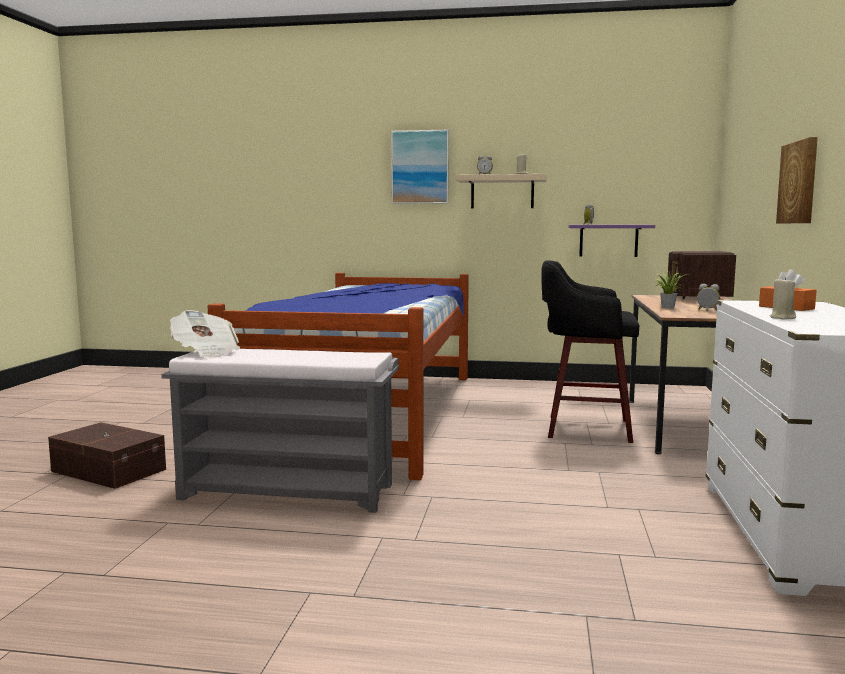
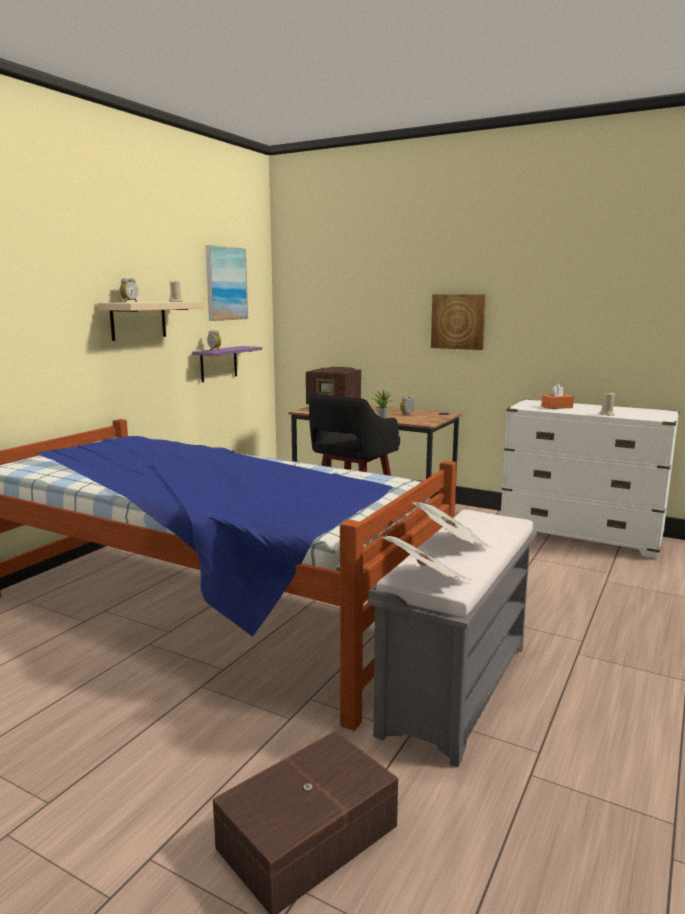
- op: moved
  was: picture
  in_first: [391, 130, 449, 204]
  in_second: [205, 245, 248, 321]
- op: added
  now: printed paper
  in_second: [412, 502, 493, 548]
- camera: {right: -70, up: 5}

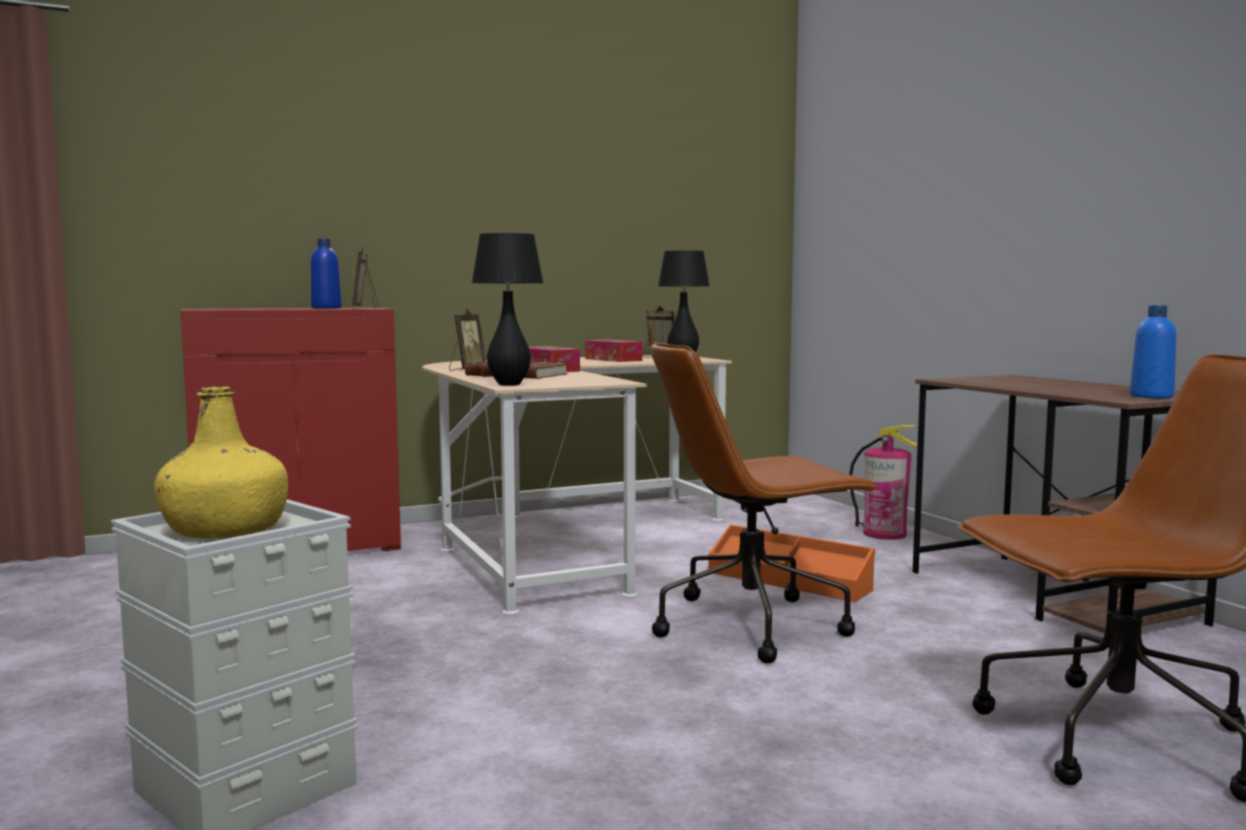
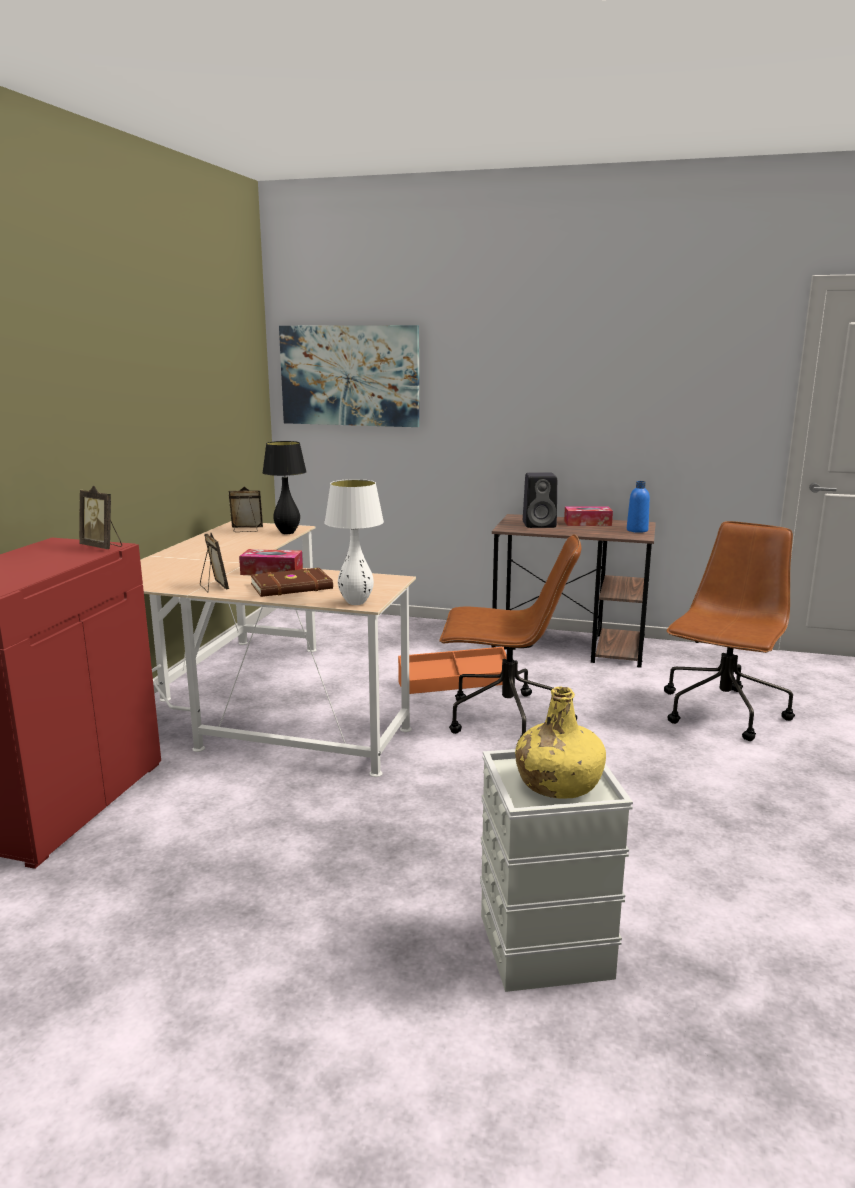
- op: removed
  was: bluish bottle
  in_first: [311, 239, 342, 308]
- op: recoloured
  was: black-coloured tabletop lamp
  now: white tabletop lamp
  in_first: [472, 233, 544, 386]
  in_second: [324, 479, 384, 605]
- op: moved
  was: tissue box
  in_first: [585, 339, 643, 362]
  in_second: [564, 506, 613, 526]
- op: turned
  was: brown-coloured desk chair
  in_first: [650, 342, 878, 664]
  in_second: [439, 534, 581, 741]
  clockwise: -105
- op: removed
  was: extinguisher
  in_first: [849, 425, 918, 540]
- op: added
  now: picture
  in_second: [279, 325, 419, 427]
- op: added
  now: black-coloured audio speaker
  in_second: [523, 473, 557, 528]
- camera: {right: -50, up: 10}

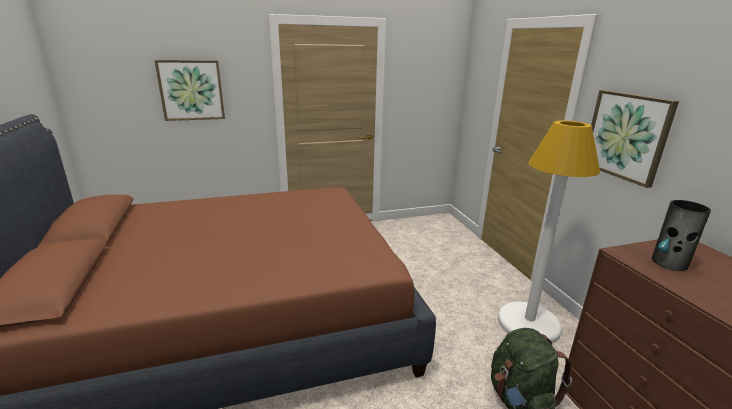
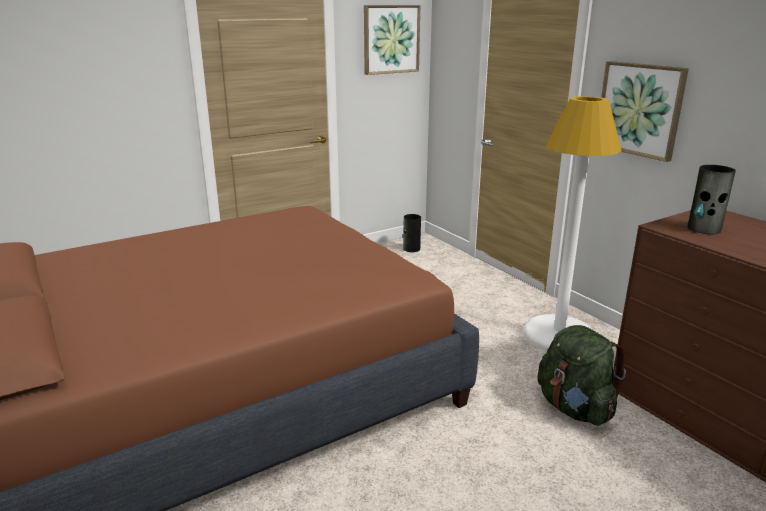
- op: moved
  was: picture
  in_first: [154, 60, 225, 121]
  in_second: [364, 5, 420, 75]
- op: added
  now: decorative vase
  in_second: [402, 214, 421, 252]
- camera: {right: -15, up: 0}

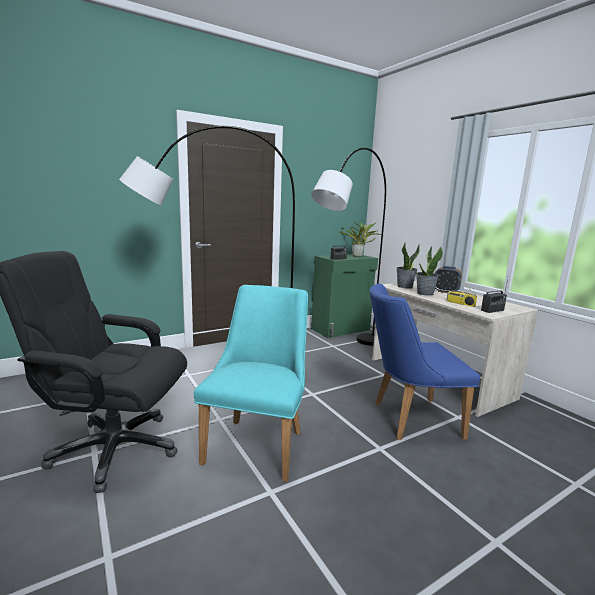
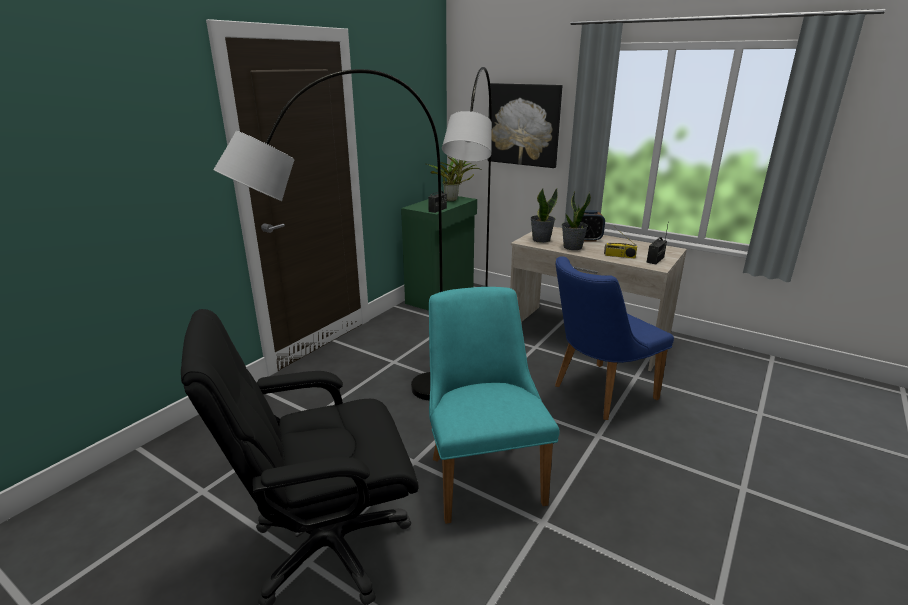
- op: added
  now: picture
  in_second: [488, 83, 562, 168]
- camera: {right: -25, up: 10}

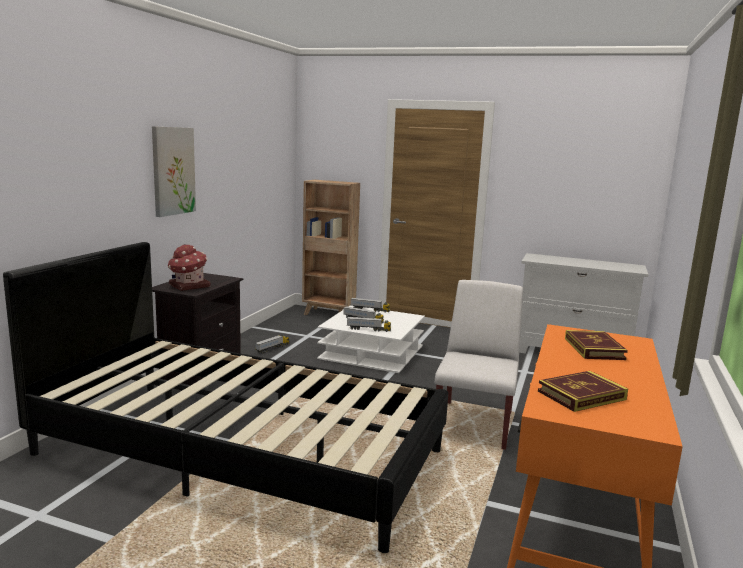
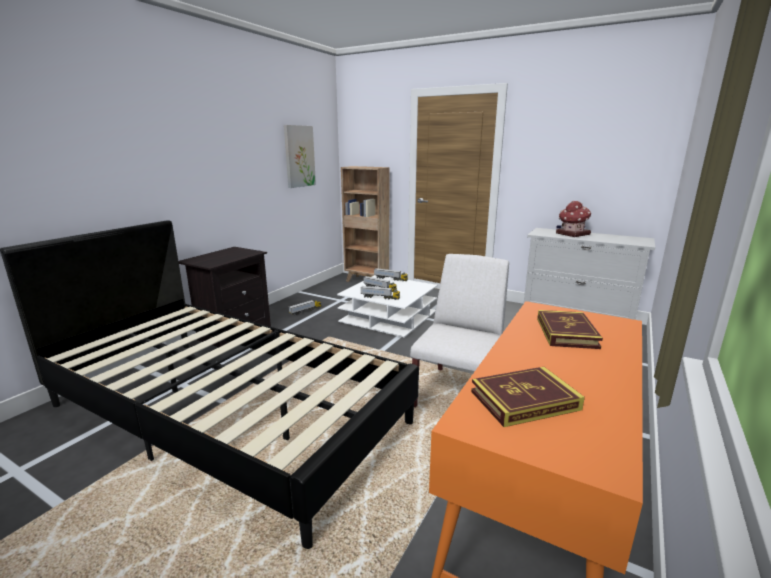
- op: moved
  was: picture
  in_first: [152, 126, 196, 217]
  in_second: [284, 125, 316, 188]
- op: moved
  was: toy house
  in_first: [168, 244, 211, 291]
  in_second: [556, 201, 591, 237]
- camera: {right: 10, up: 5}

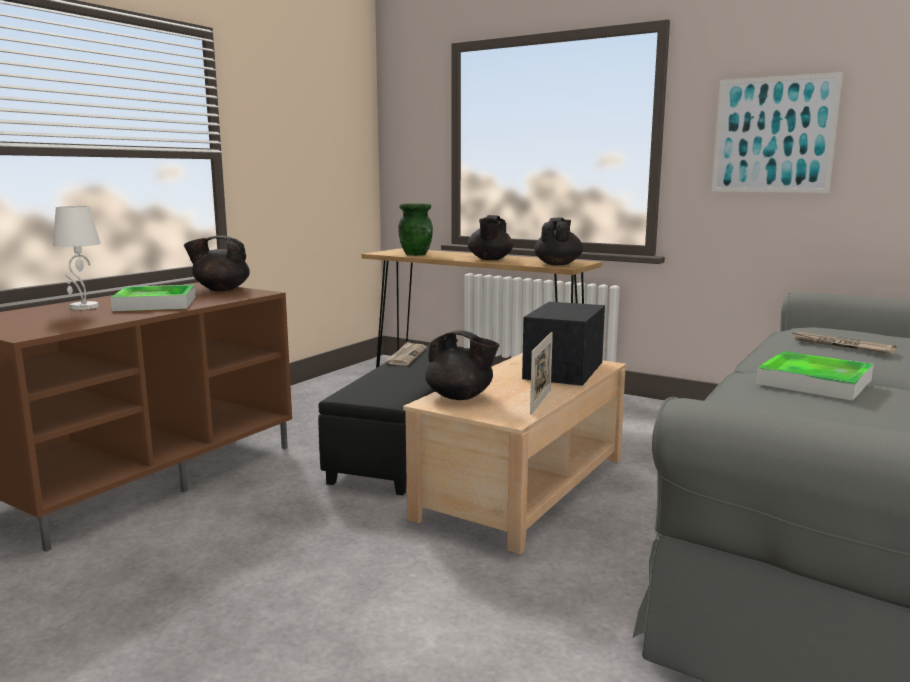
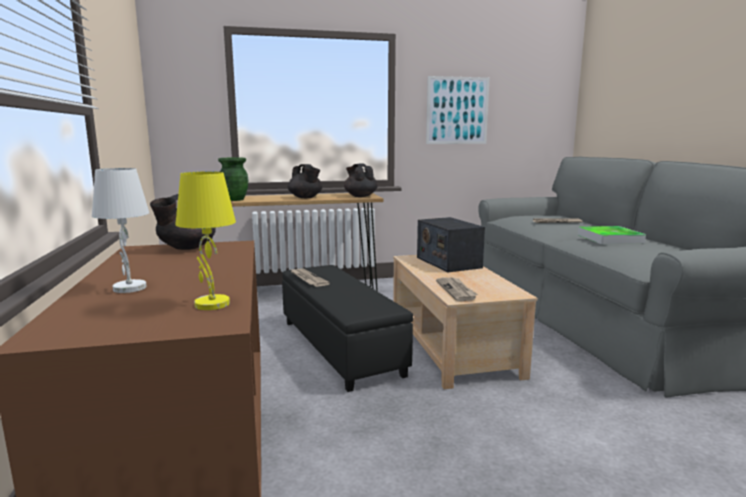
- op: removed
  was: carrying tray
  in_first: [110, 285, 195, 311]
- op: replaced
  was: black-coloured teapot
  now: printed paper
  in_first: [425, 330, 499, 400]
  in_second: [436, 277, 478, 301]
- op: removed
  was: picture frame
  in_first: [530, 332, 553, 415]
- op: added
  now: yellowish tabletop lamp
  in_second: [175, 171, 236, 310]
- camera: {right: -45, up: 0}

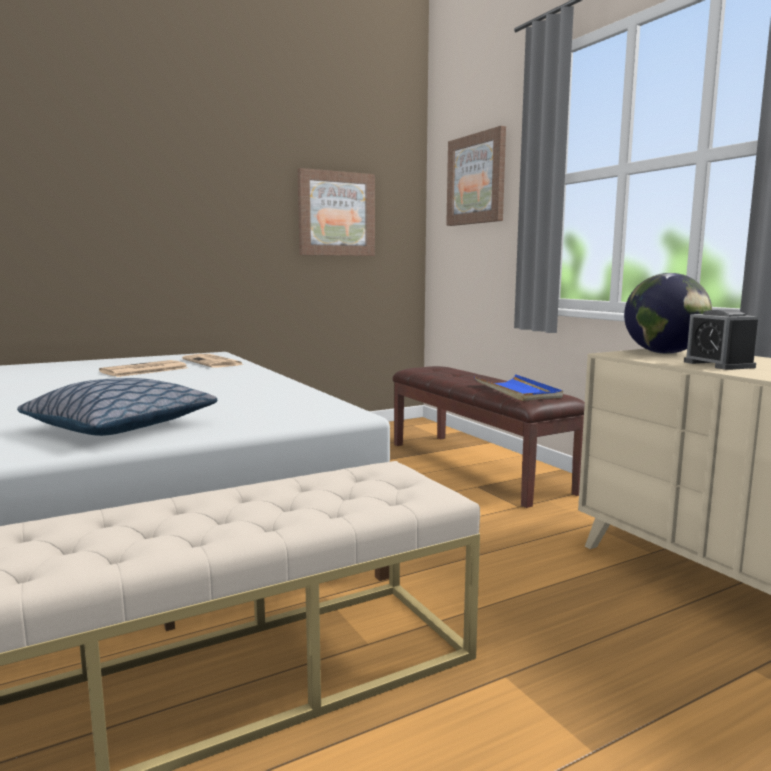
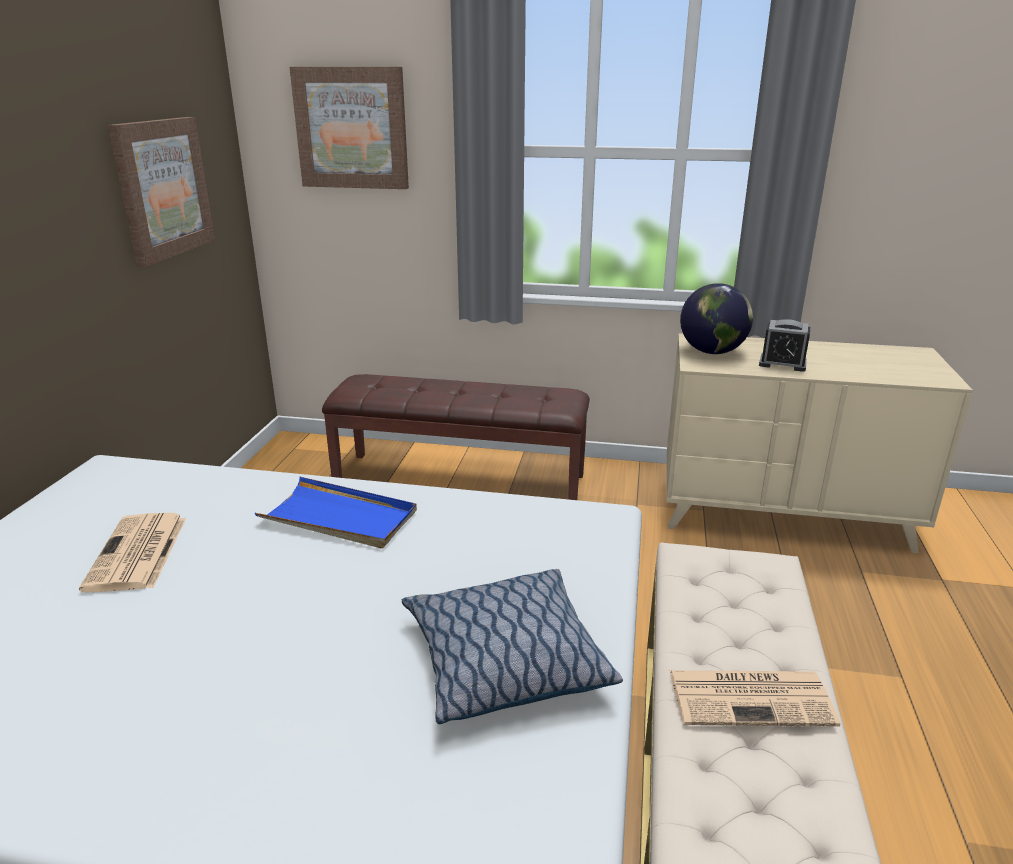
- op: moved
  was: printed paper
  in_first: [182, 354, 244, 368]
  in_second: [669, 670, 840, 726]
- op: moved
  was: bluish carrying tray
  in_first: [474, 374, 563, 401]
  in_second: [255, 477, 417, 548]
- camera: {right: -50, up: 15}

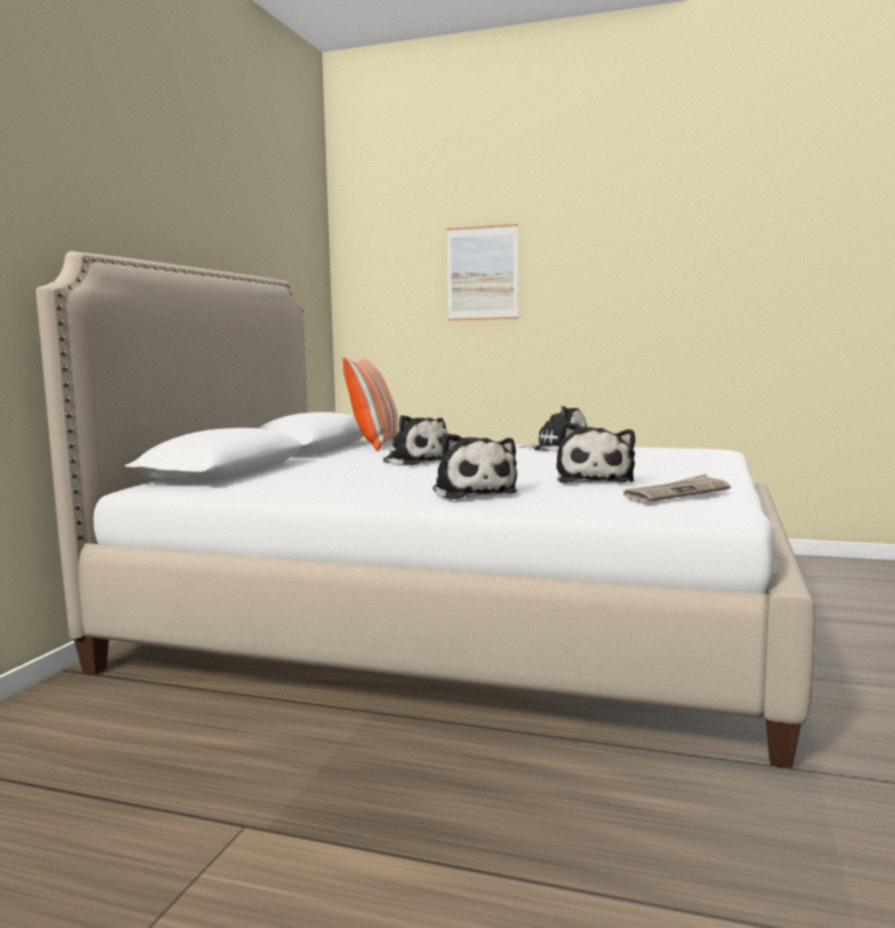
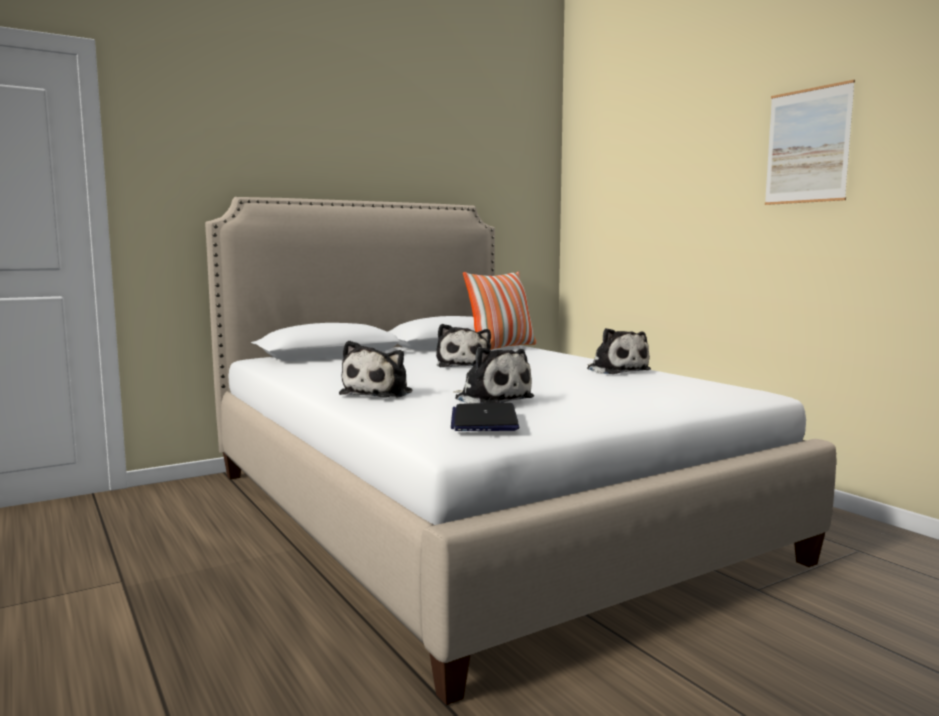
- op: moved
  was: picture
  in_first: [447, 224, 518, 321]
  in_second: [765, 80, 855, 205]
- op: turned
  was: plush toy
  in_first: [556, 422, 635, 483]
  in_second: [453, 347, 534, 404]
  clockwise: -90
- op: replaced
  was: printed paper
  now: notebook computer
  in_first: [623, 474, 731, 502]
  in_second: [451, 403, 519, 431]
- camera: {right: 40, up: 0}

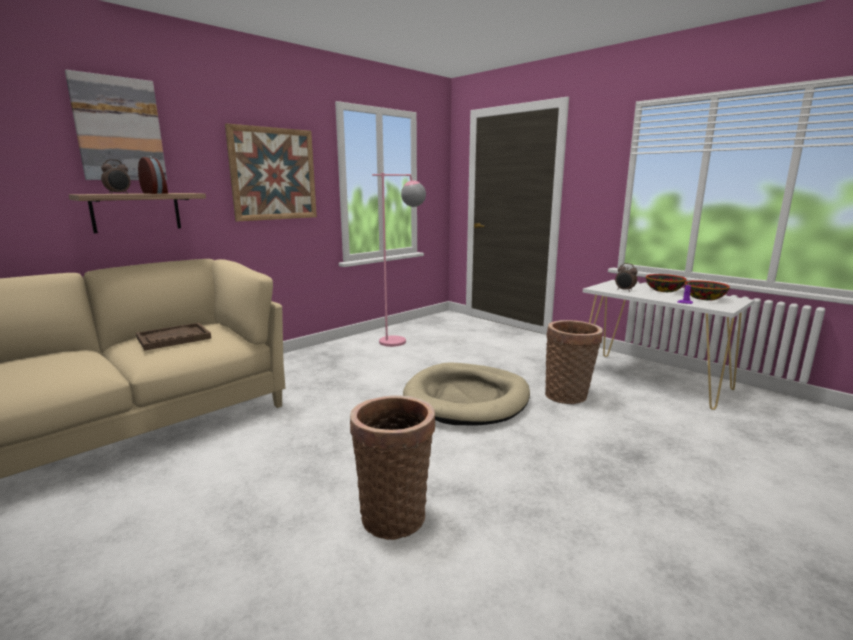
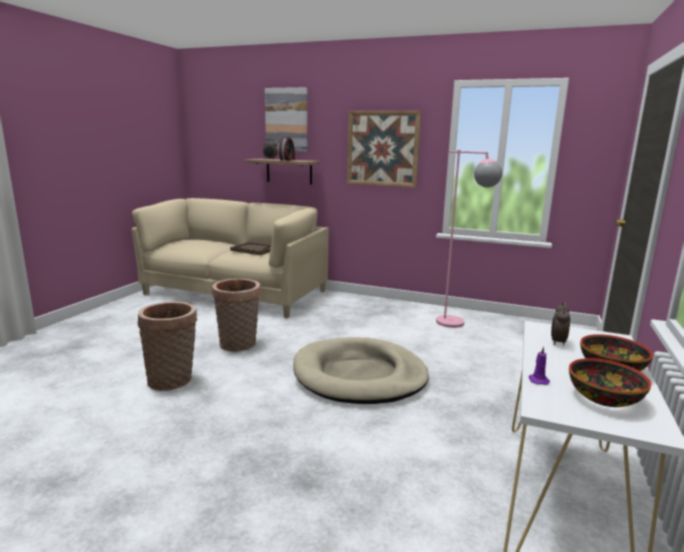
- op: moved
  was: basket
  in_first: [545, 320, 603, 404]
  in_second: [212, 279, 260, 352]
- camera: {right: 65, up: 0}

